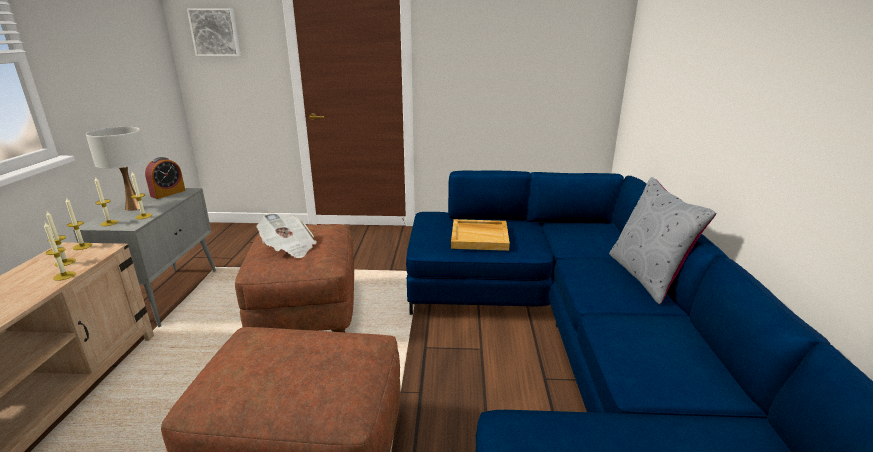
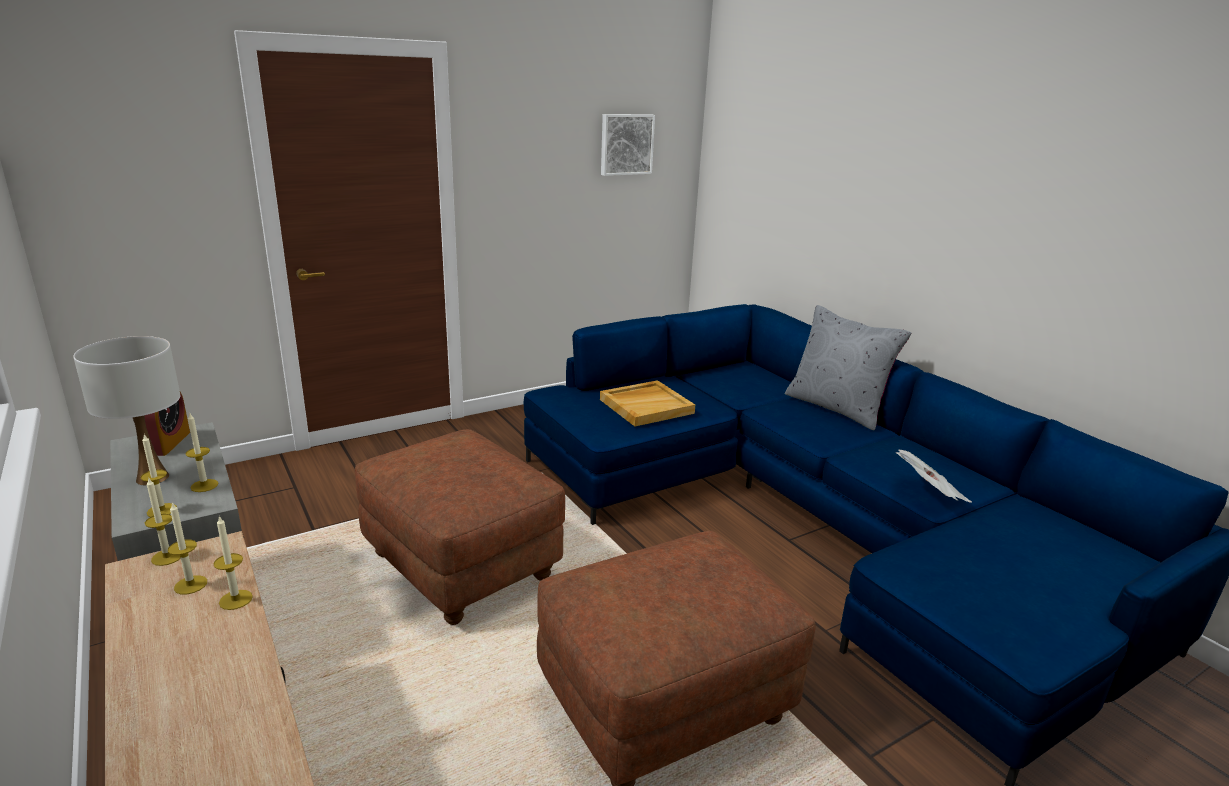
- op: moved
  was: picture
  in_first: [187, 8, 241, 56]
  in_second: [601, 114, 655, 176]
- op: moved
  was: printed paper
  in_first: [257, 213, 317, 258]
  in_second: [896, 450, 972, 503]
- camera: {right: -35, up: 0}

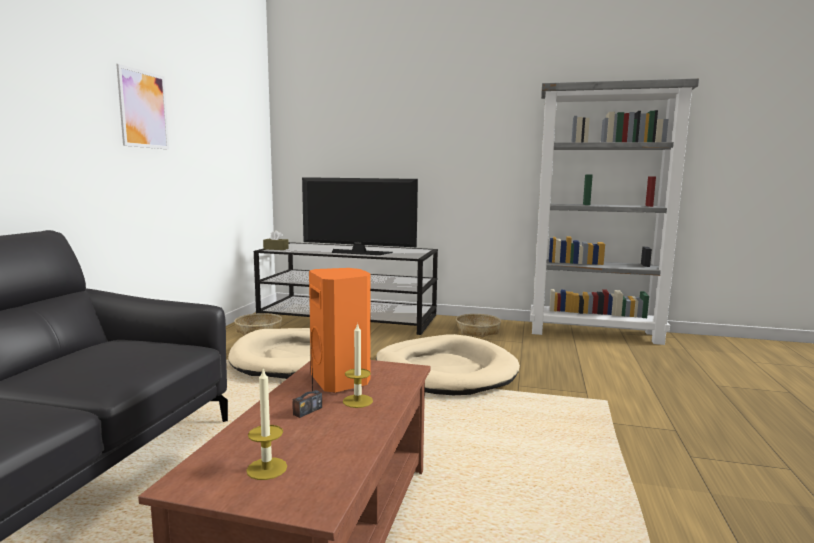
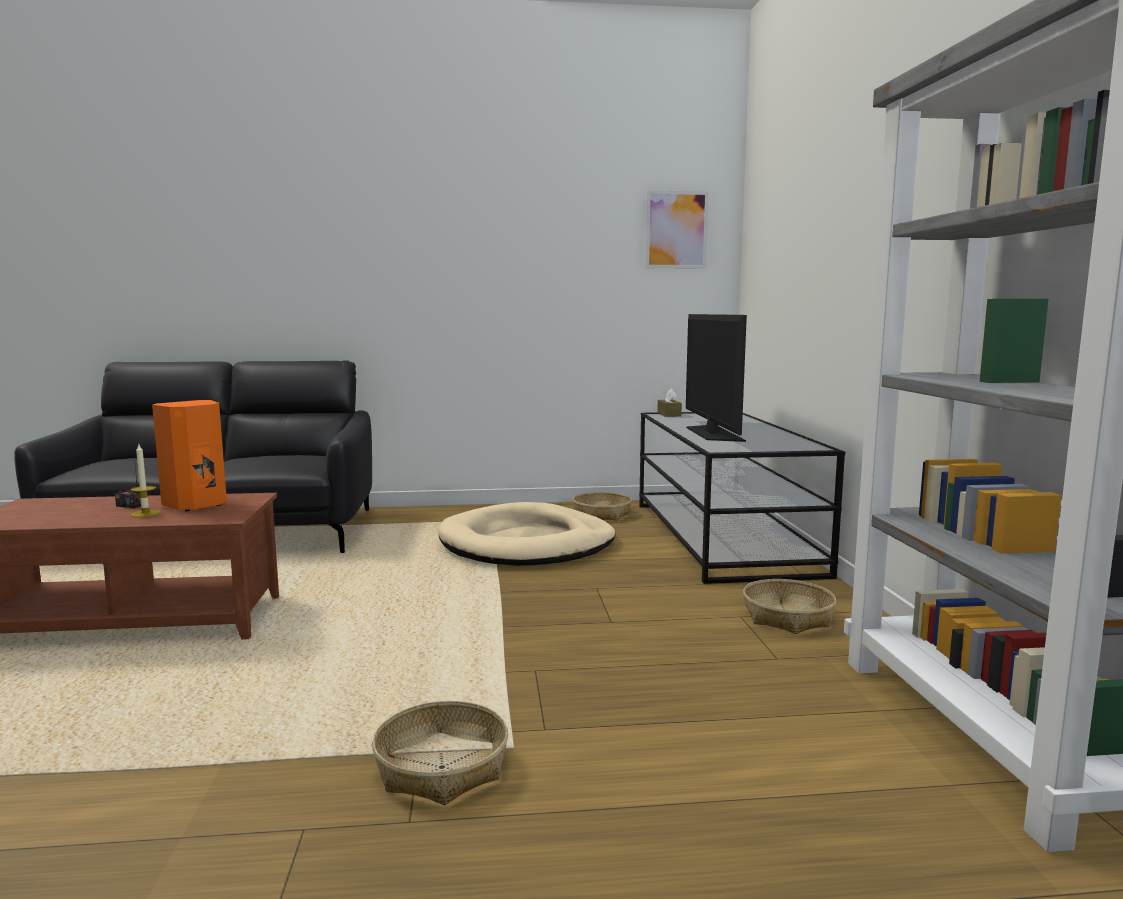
- op: moved
  was: picture
  in_first: [116, 64, 169, 150]
  in_second: [645, 190, 709, 269]
- op: removed
  was: candle
  in_first: [246, 367, 287, 480]
- op: removed
  was: sand-coloured dog cushion
  in_first: [376, 334, 520, 395]
- op: added
  now: basket
  in_second: [372, 701, 508, 805]
- camera: {right: 70, up: 0}

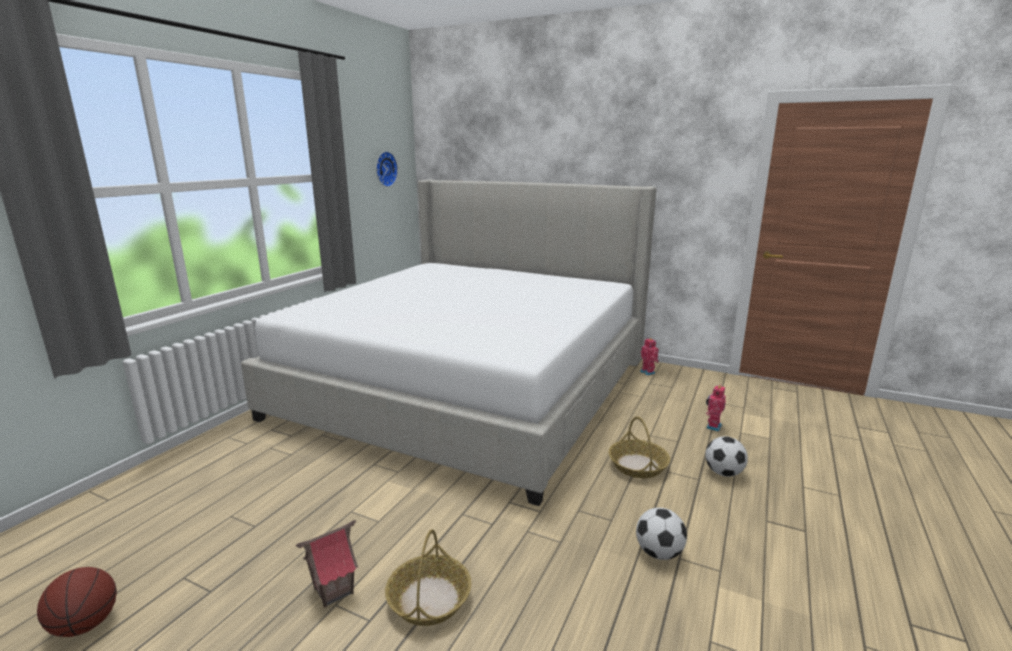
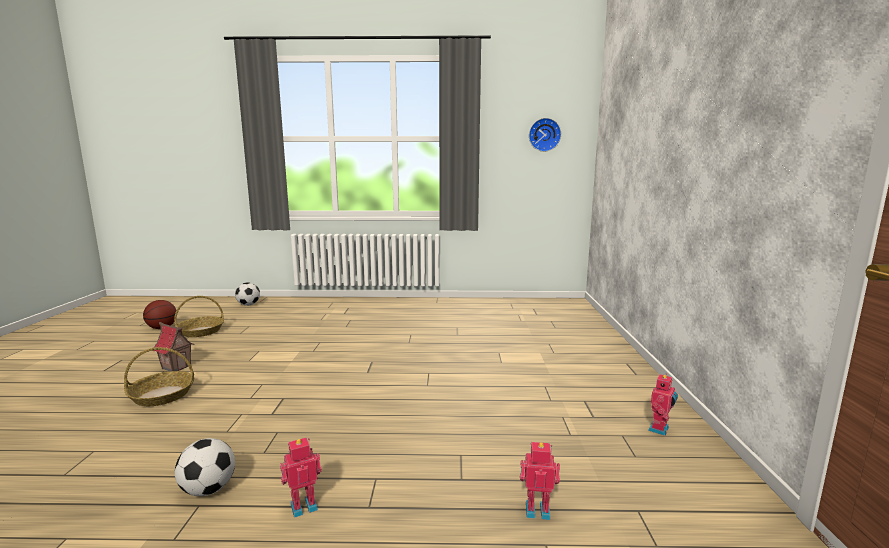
- op: removed
  was: sleeping bed
  in_first: [241, 180, 656, 506]
- op: moved
  was: basket
  in_first: [609, 417, 670, 478]
  in_second: [174, 296, 224, 337]
- op: moved
  was: football
  in_first: [705, 436, 748, 477]
  in_second: [235, 282, 260, 306]
- op: added
  now: model robot
  in_second: [280, 437, 322, 518]
- camera: {right: 65, up: -5}

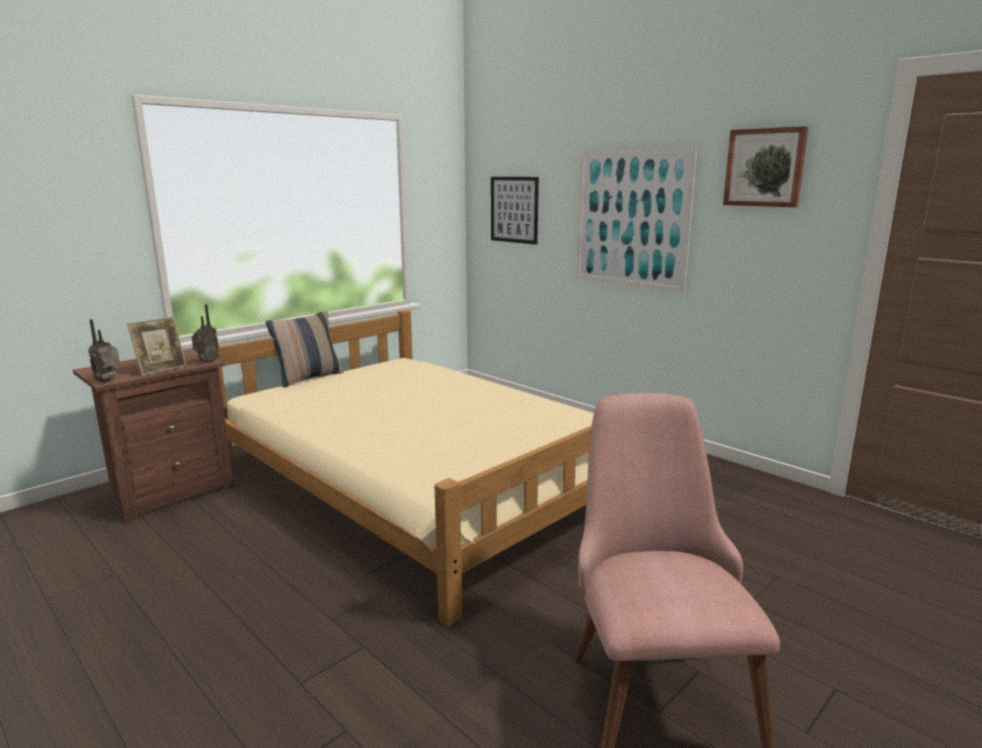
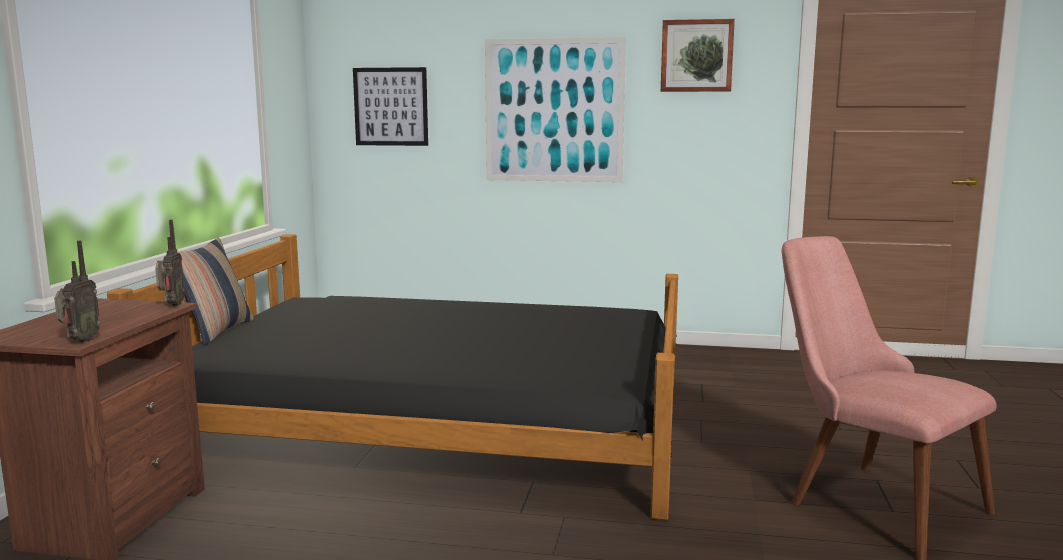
- op: turned
  was: radio receiver
  in_first: [89, 319, 120, 382]
  in_second: [54, 240, 100, 342]
  clockwise: -150
- op: removed
  was: picture frame
  in_first: [127, 317, 187, 376]
- op: recoloured
  was: sand-coloured sleeping bed
  now: black-coloured sleeping bed
  in_first: [217, 309, 594, 627]
  in_second: [107, 234, 678, 520]
- camera: {right: -35, up: -5}

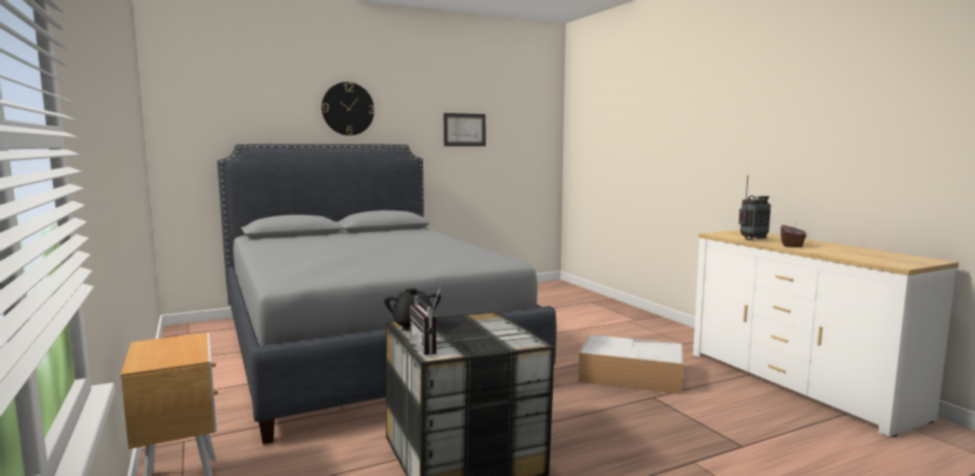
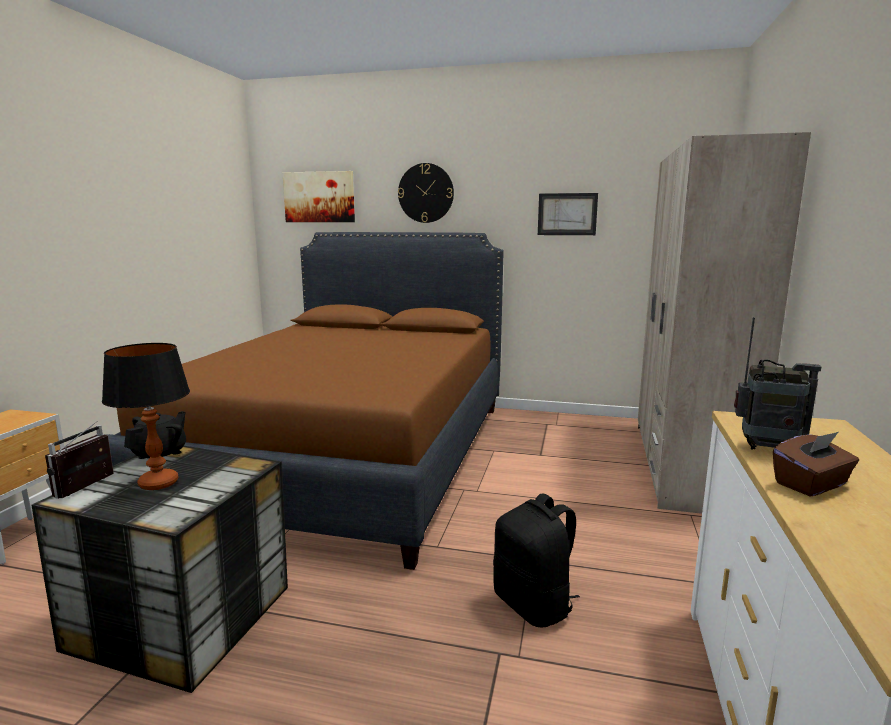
- op: recoloured
  was: grey sleeping bed
  now: brown-coloured sleeping bed
  in_first: [217, 144, 556, 444]
  in_second: [107, 232, 504, 570]
- op: replaced
  was: storage container
  now: black-coloured backpack
  in_first: [578, 334, 683, 394]
  in_second: [493, 493, 580, 627]
- op: added
  now: tabletop lamp
  in_second: [102, 343, 190, 490]
- op: added
  now: picture
  in_second: [282, 171, 355, 222]
- op: added
  now: sand-coloured clothes cupboard
  in_second: [638, 132, 811, 514]
- camera: {right: 40, up: 5}

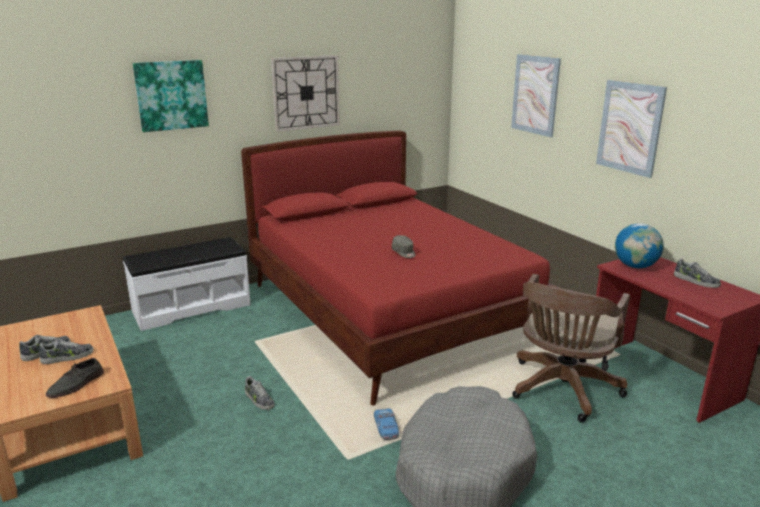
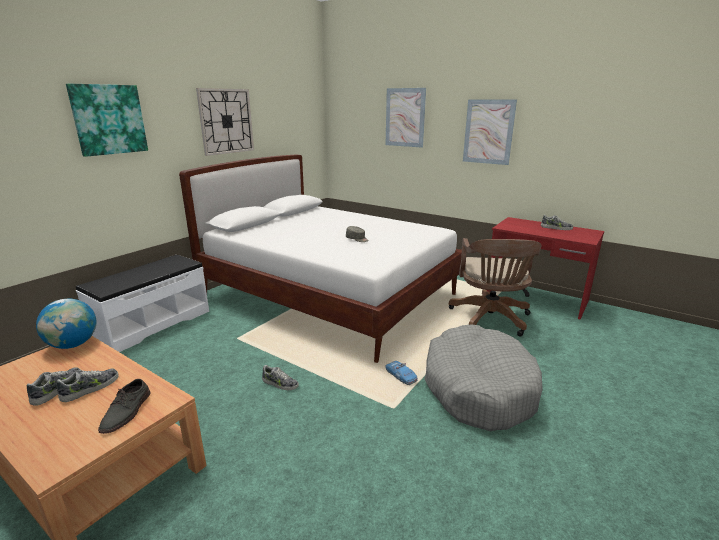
- op: recoloured
  was: red-coloured sleeping bed
  now: white sleeping bed
  in_first: [241, 130, 560, 405]
  in_second: [179, 154, 462, 363]
- op: moved
  was: desk globe
  in_first: [615, 223, 664, 269]
  in_second: [36, 299, 97, 349]
- camera: {right: -25, up: 0}

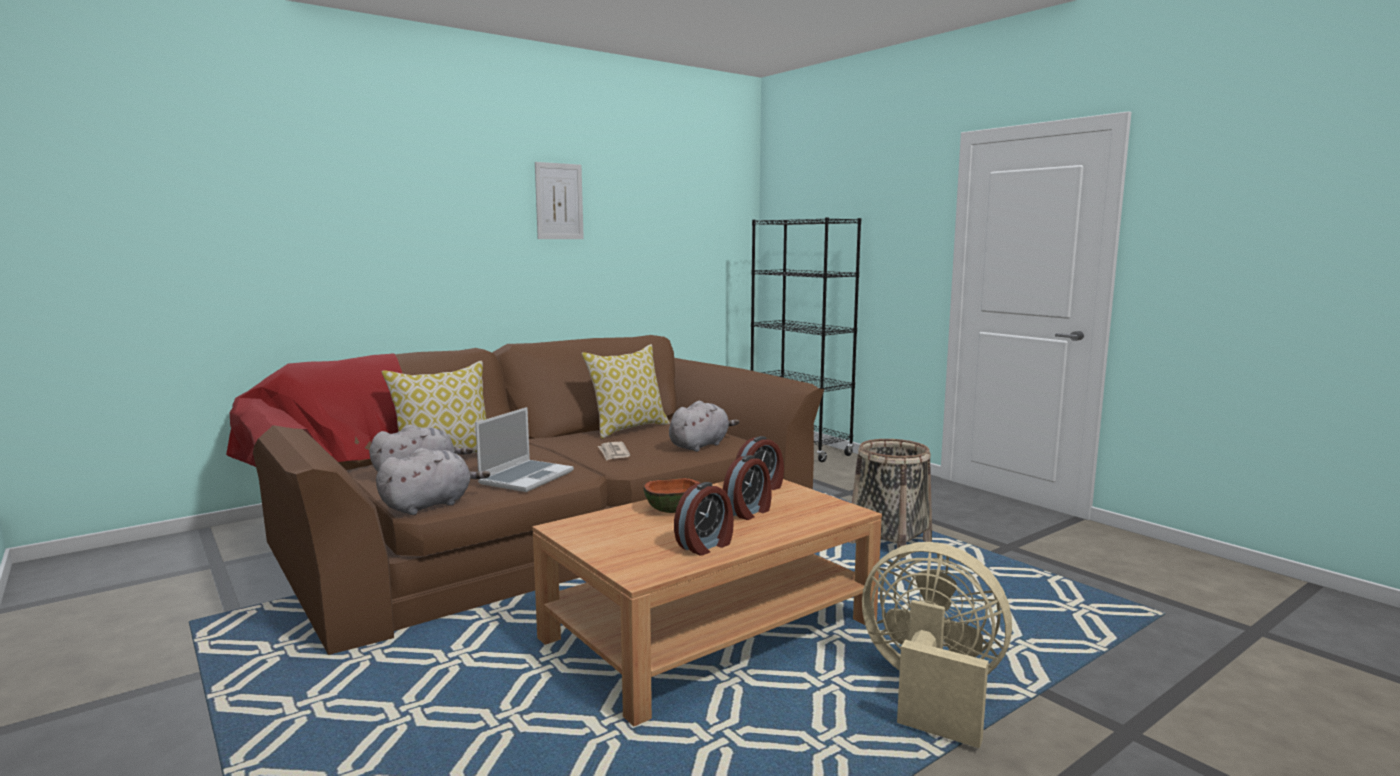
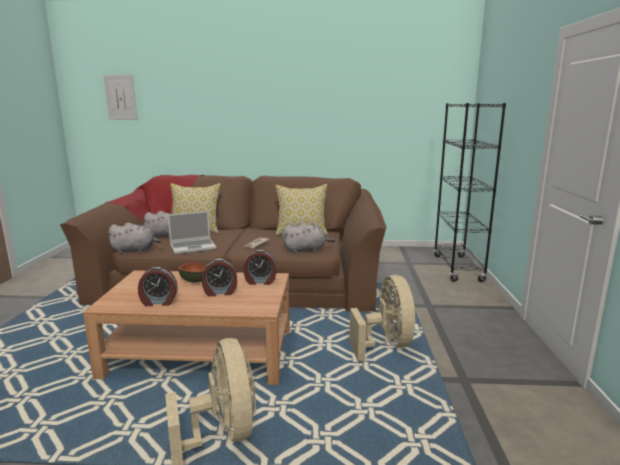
- op: moved
  was: picture
  in_first: [535, 162, 584, 239]
  in_second: [104, 75, 137, 120]
- op: replaced
  was: basket
  now: sand-coloured cooling fan
  in_first: [848, 439, 932, 558]
  in_second: [349, 275, 416, 361]
- camera: {right: 40, up: 5}

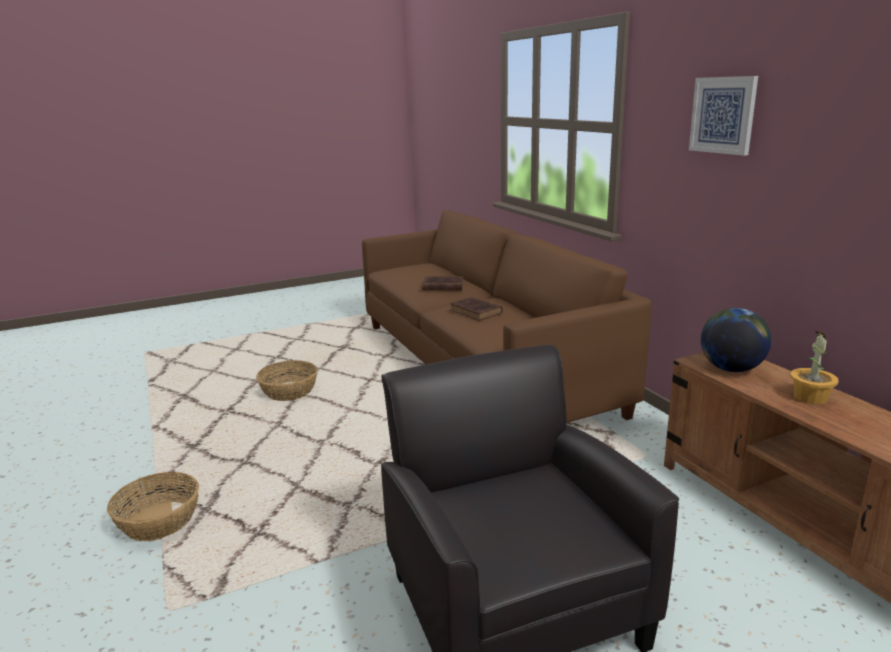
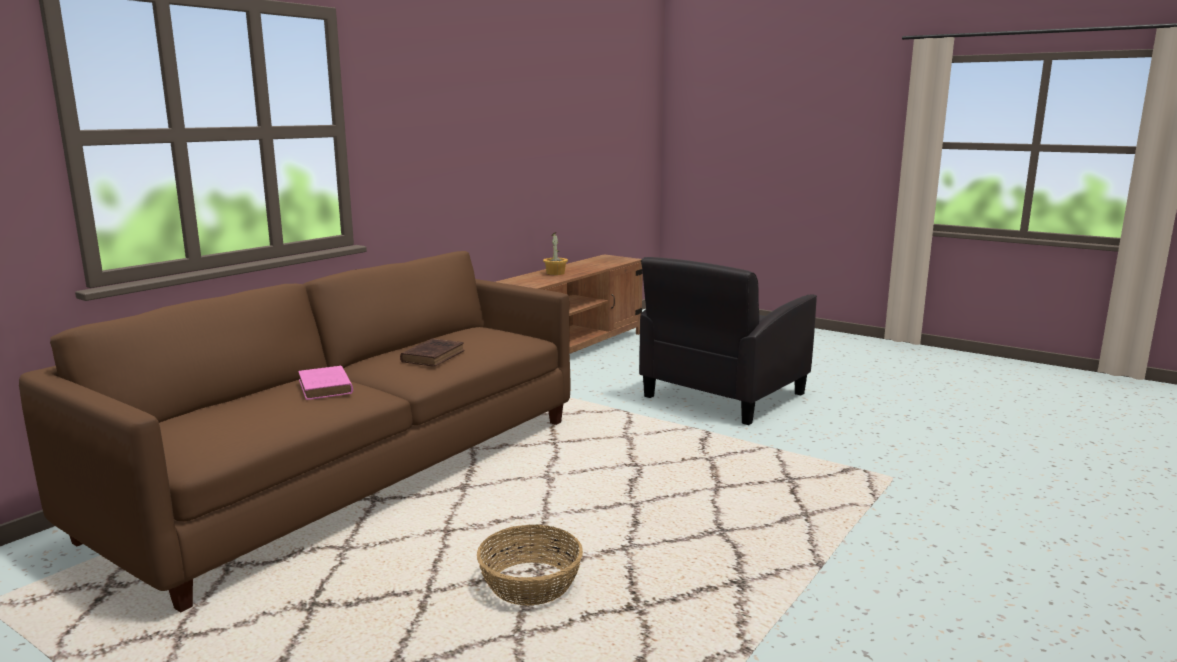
- op: removed
  was: basket
  in_first: [107, 472, 199, 541]
- op: recoloured
  was: brown-coloured bound book
  now: pink bound book
  in_first: [422, 276, 464, 290]
  in_second: [298, 366, 353, 400]
- op: removed
  was: picture
  in_first: [689, 76, 758, 156]
- op: removed
  was: desk globe
  in_first: [701, 308, 771, 372]
- camera: {right: -120, up: -5}

